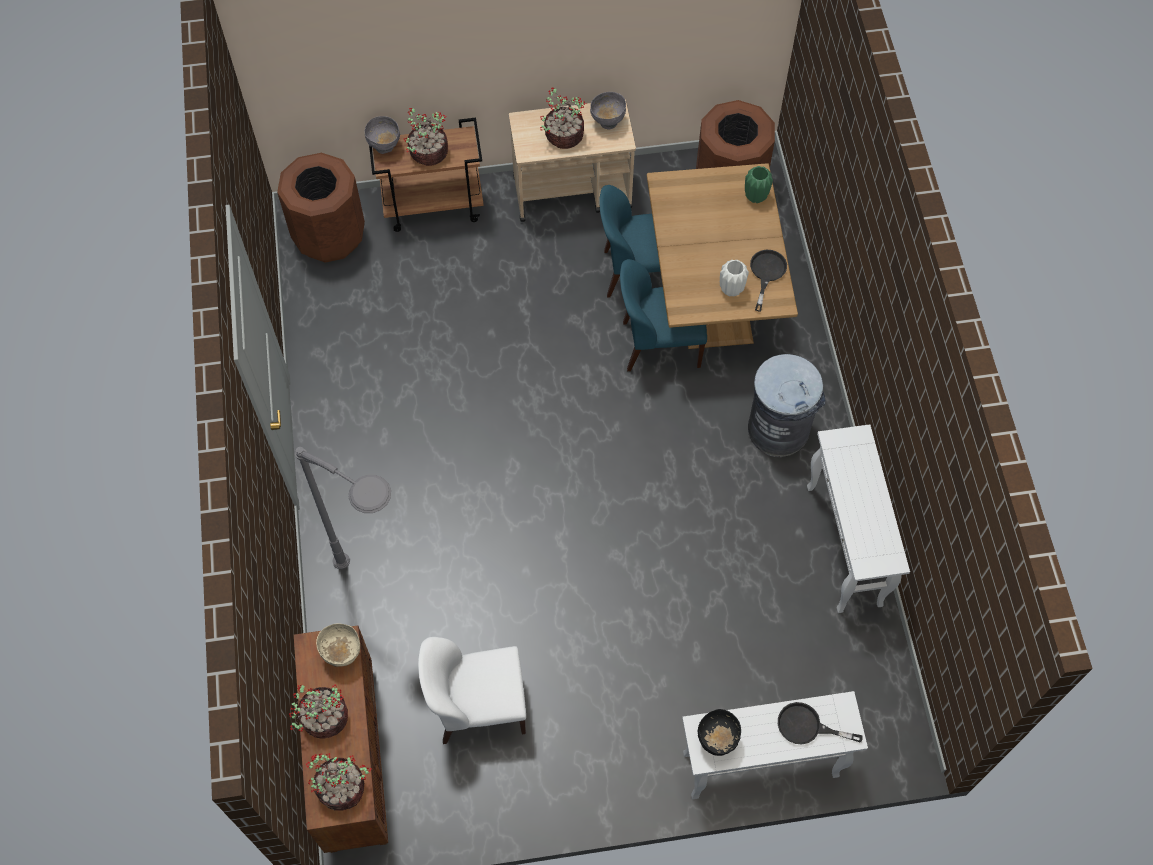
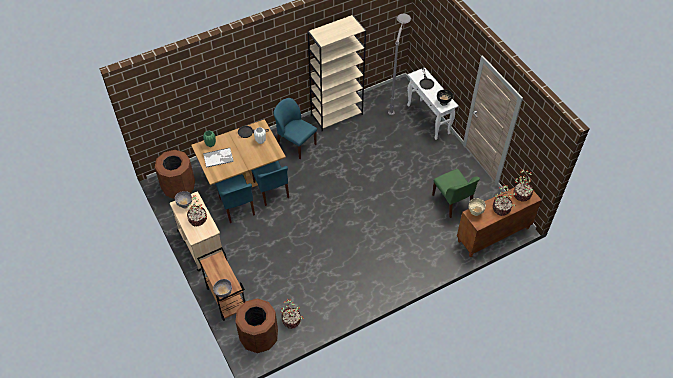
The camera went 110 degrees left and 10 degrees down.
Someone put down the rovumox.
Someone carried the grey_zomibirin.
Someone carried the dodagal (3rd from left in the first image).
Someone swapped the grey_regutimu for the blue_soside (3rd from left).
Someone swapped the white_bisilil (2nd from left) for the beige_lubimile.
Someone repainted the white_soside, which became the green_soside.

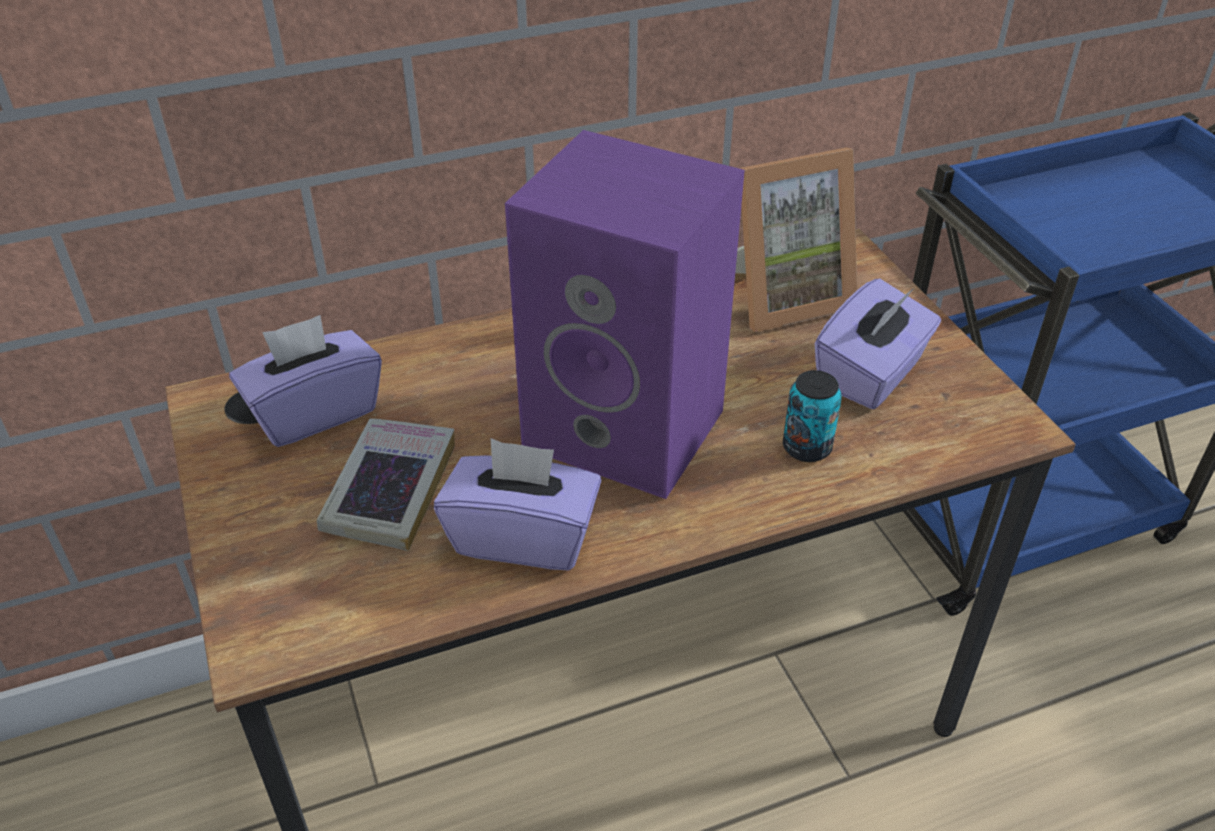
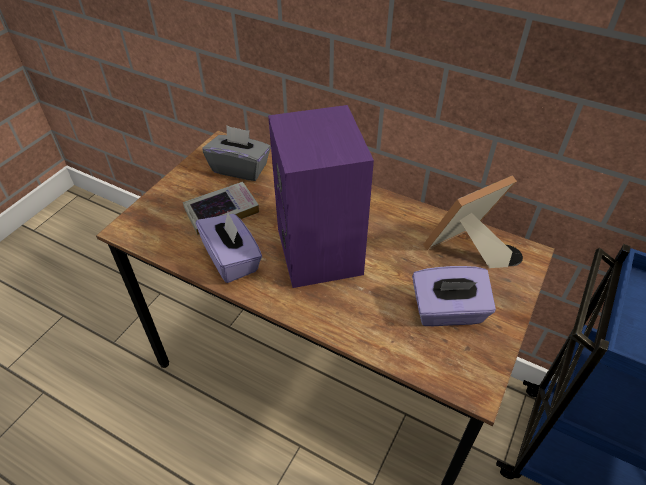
The camera went 50 degrees right and 5 degrees up.
Someone took away the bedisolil.
Someone repainted the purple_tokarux (1st from left), which became the grey_tokarux.
Someone rotated the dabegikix by 120 degrees clockwise.

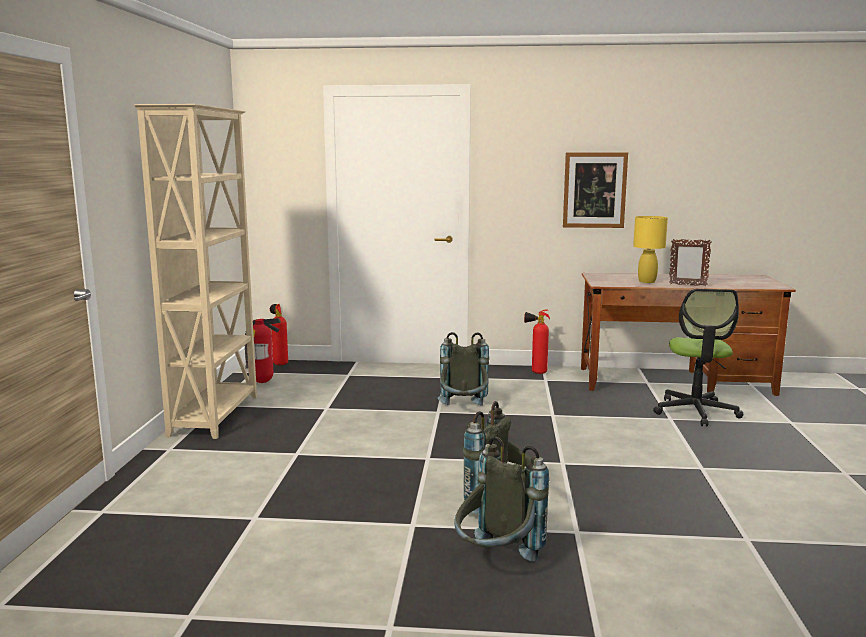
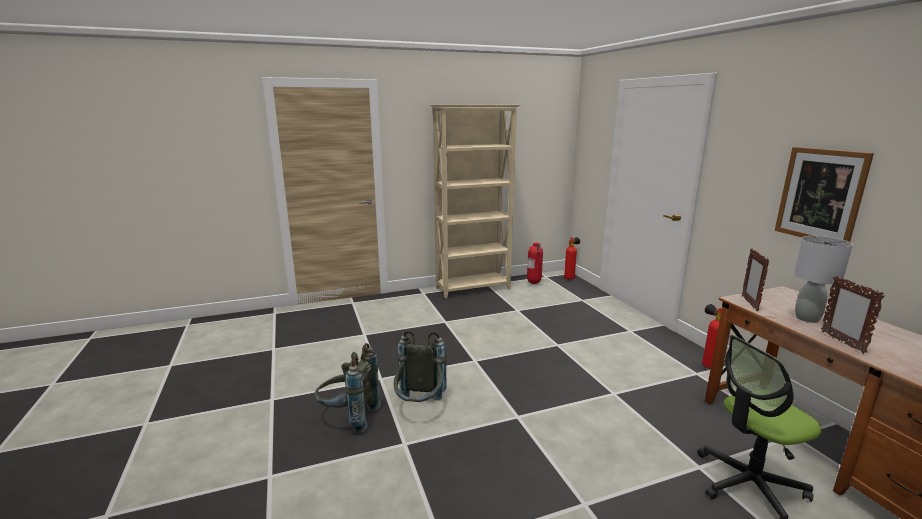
The camera went 65 degrees right and 5 degrees up.
Someone took away the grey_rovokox (1st from left).
Someone put down the dabegikix (1st from left).
Someone repainted the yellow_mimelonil, which became the grey_mimelonil.

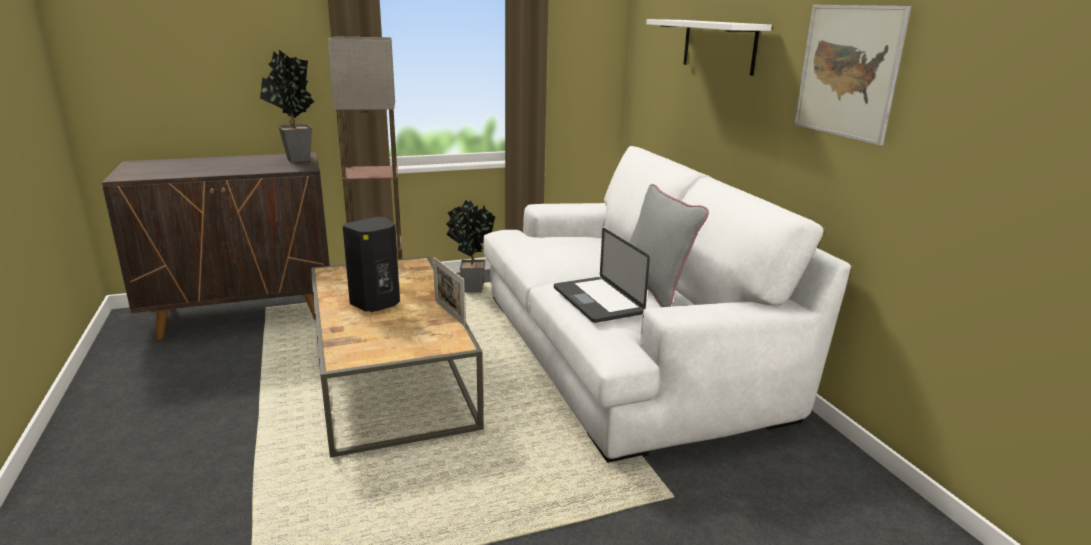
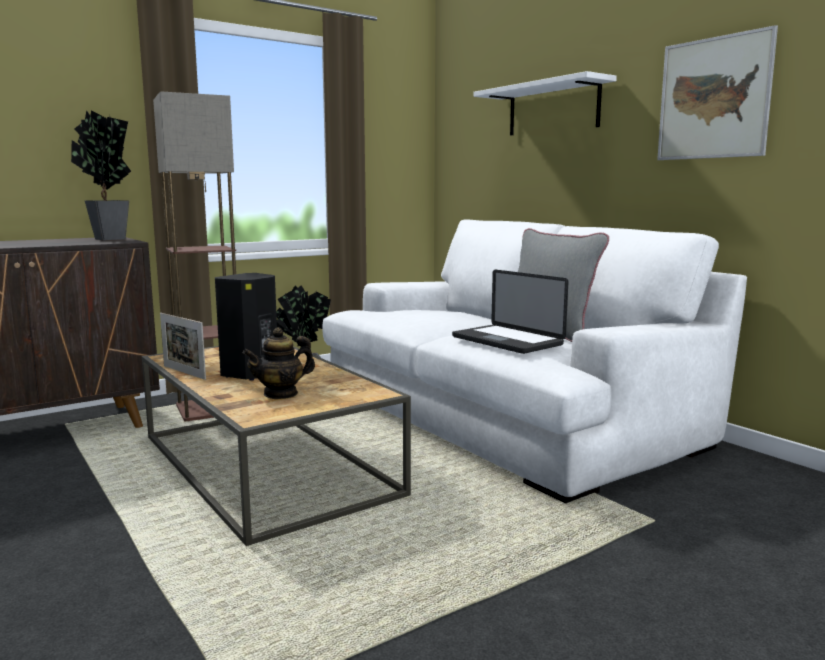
The camera went 15 degrees left and 10 degrees down.
Someone put down the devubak.
Someone carried the dabegikix.

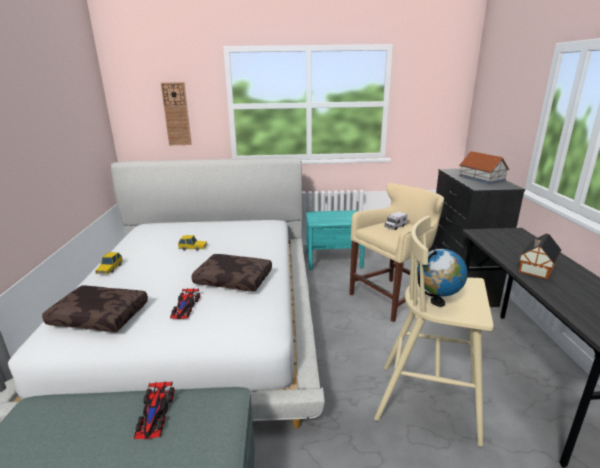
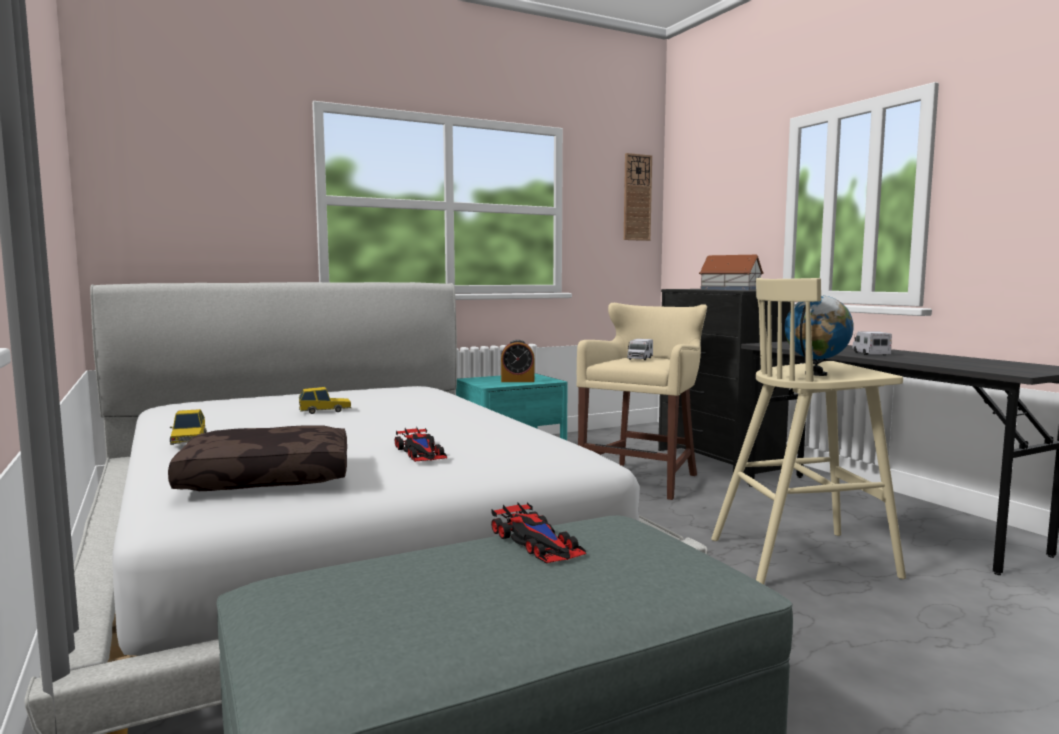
The camera went 25 degrees left and 15 degrees down.
Someone took away the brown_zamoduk (2nd from left).
Someone put down the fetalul.
Someone carried the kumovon.
Someone swapped the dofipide (2nd from left) for the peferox (2nd from left).

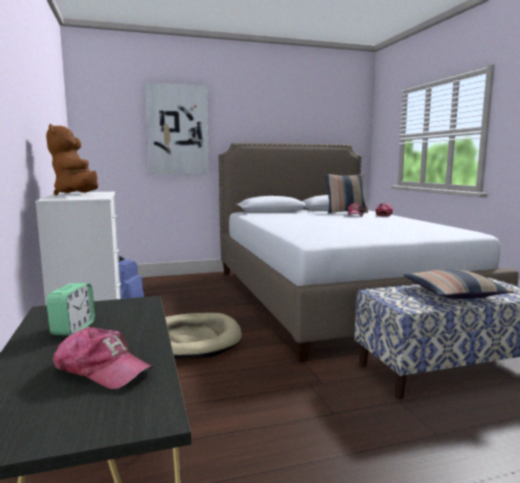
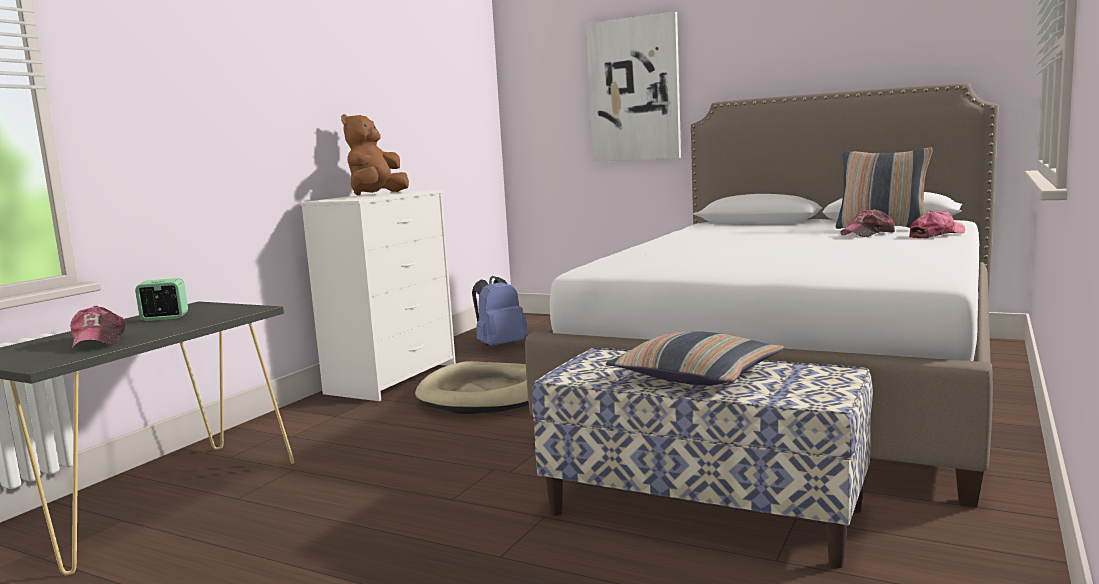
The camera went 45 degrees right and 0 degrees up.
Someone rotated the fetalul by 150 degrees counterclockwise.

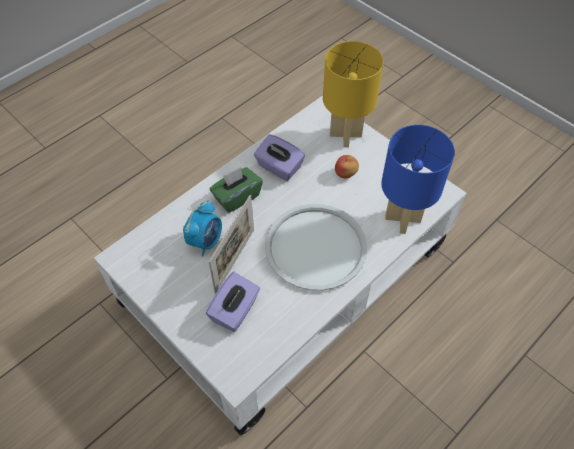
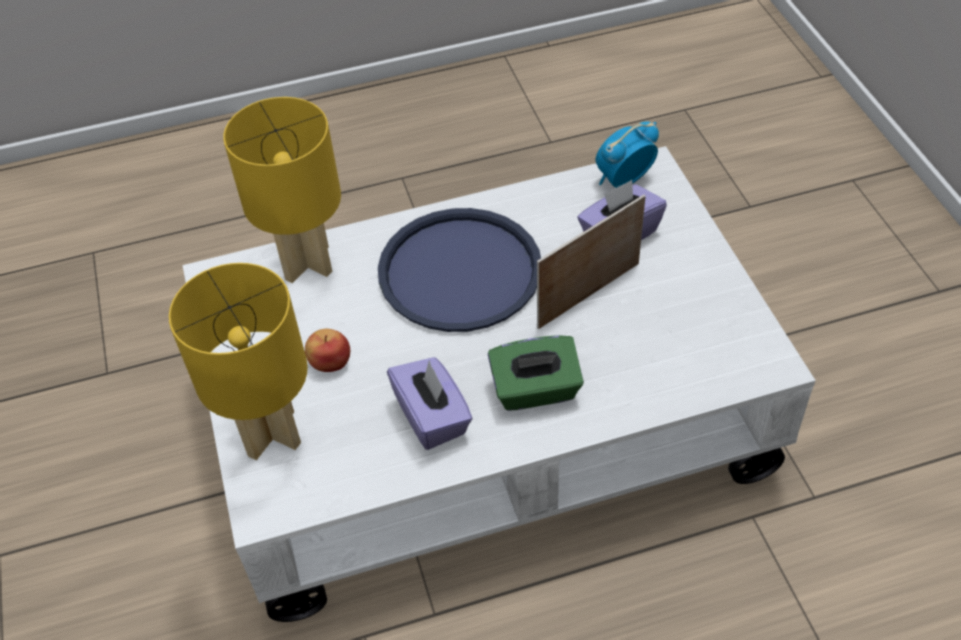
The camera went 150 degrees left and 5 degrees down.
Someone carried the fetalul.
Someone repainted the white_rovumox, which became the blue_rovumox.
Someone repainted the blue_mimelonil, which became the yellow_mimelonil (2nd from left).

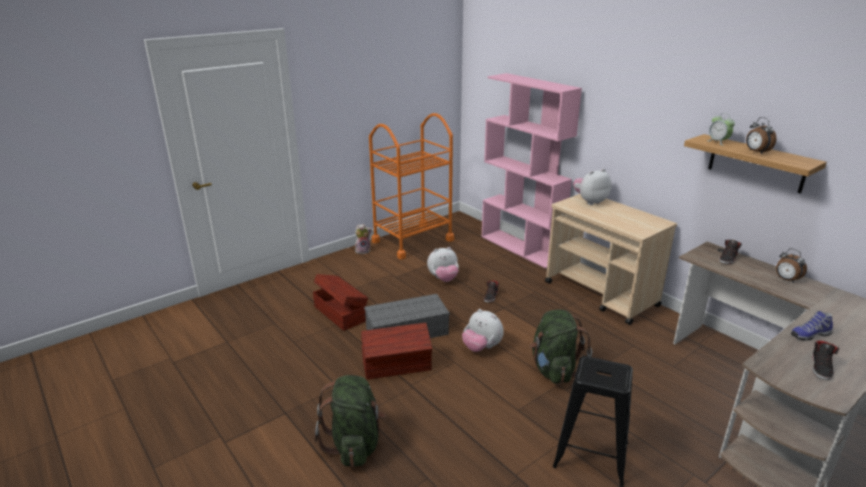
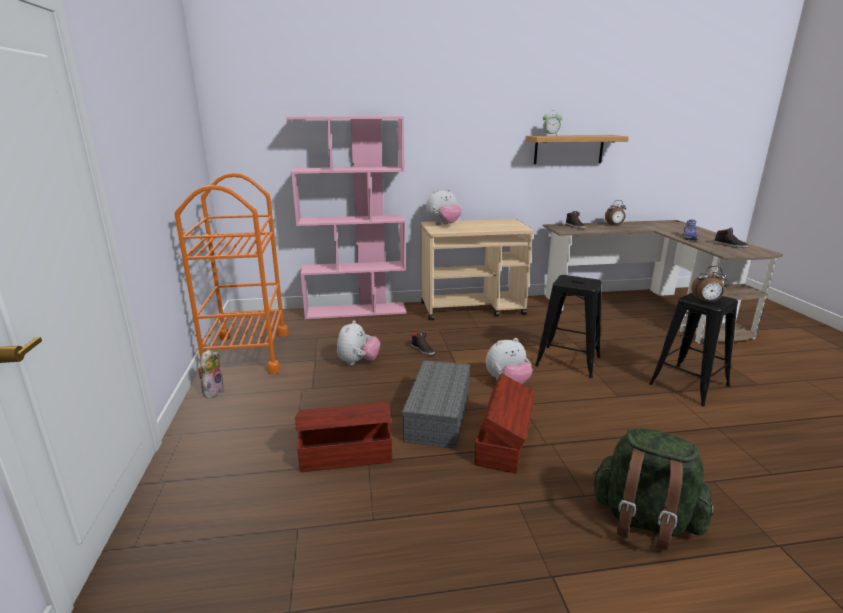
The camera went 60 degrees left and 5 degrees down.
Someone carried the fetalul (2nd from left in the first image).
Someone swapped the green_rovokox (2nd from left) for the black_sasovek (1st from left).
Someone rotated the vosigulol (4th from left in the first image) by 120 degrees counterclockwise.

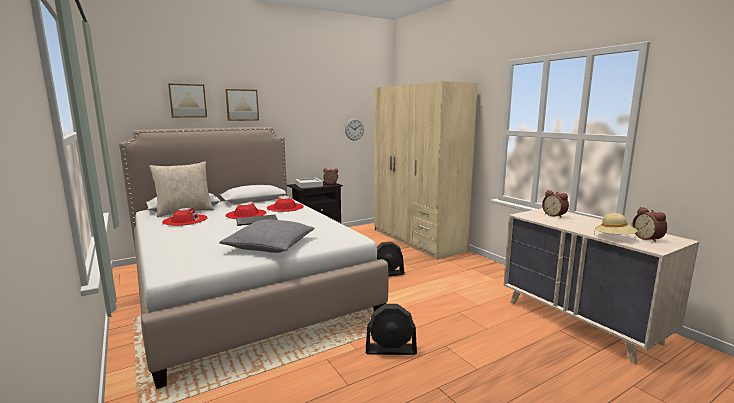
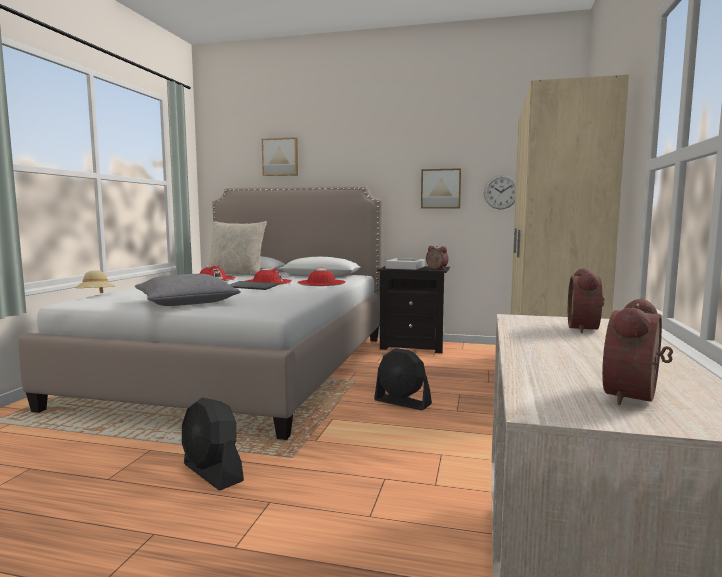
The camera went 45 degrees right and 5 degrees down.
Someone carried the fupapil (2nd from left).
Someone carried the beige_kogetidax.

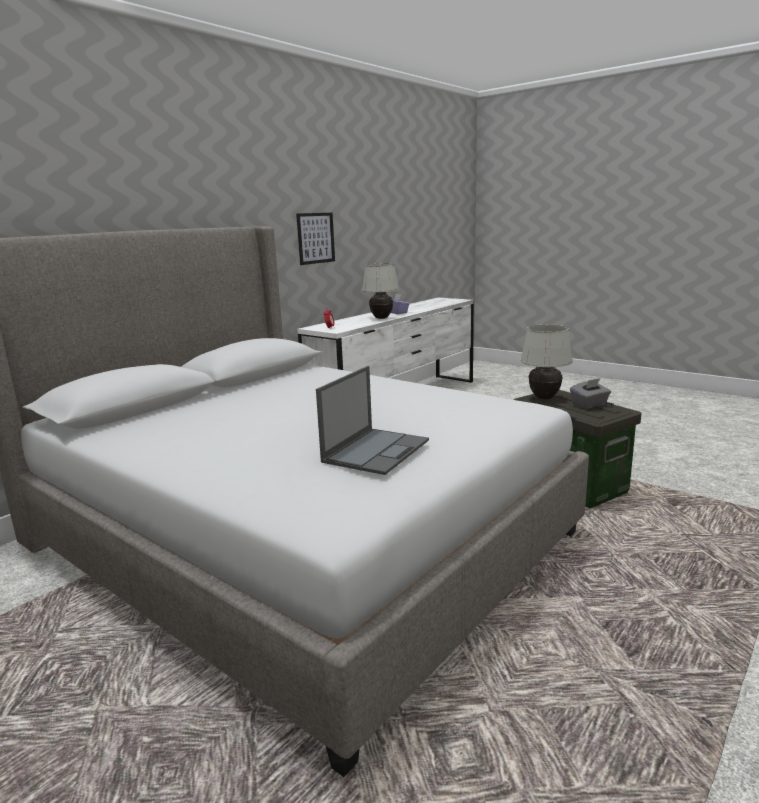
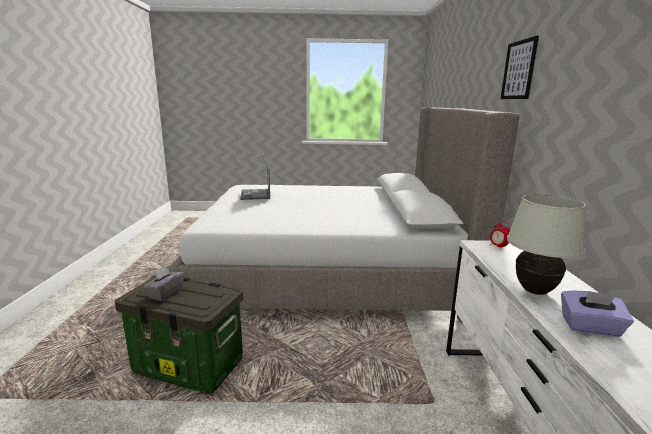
The camera went 140 degrees right and 0 degrees up.
Someone took away the white_mimelonil (2nd from left).
Someone carried the fupapil.

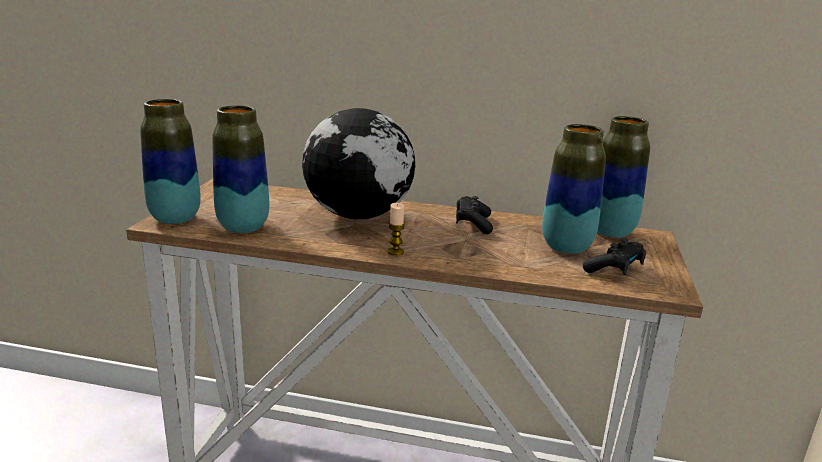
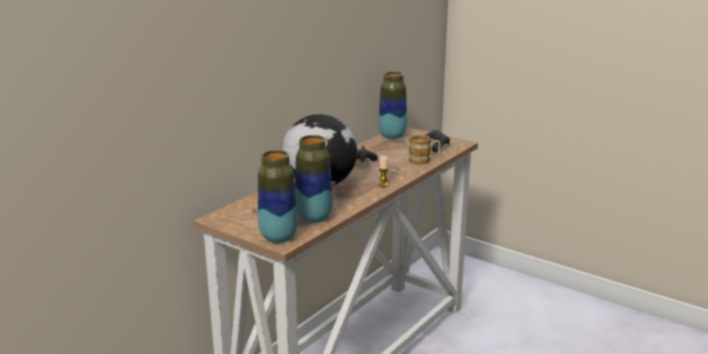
The camera went 65 degrees left and 0 degrees up.
Someone took away the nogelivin (3rd from left).
Someone put down the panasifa.

